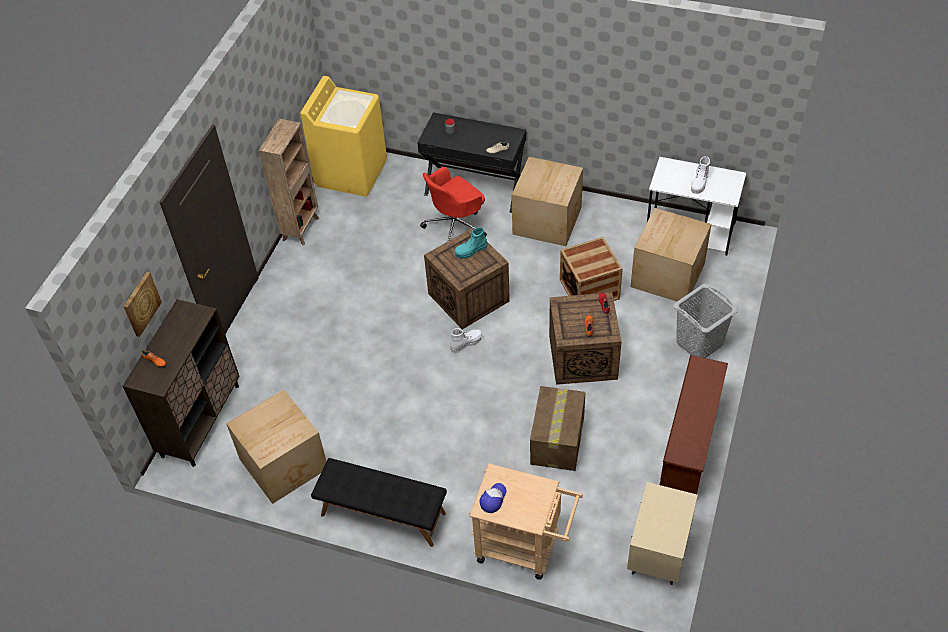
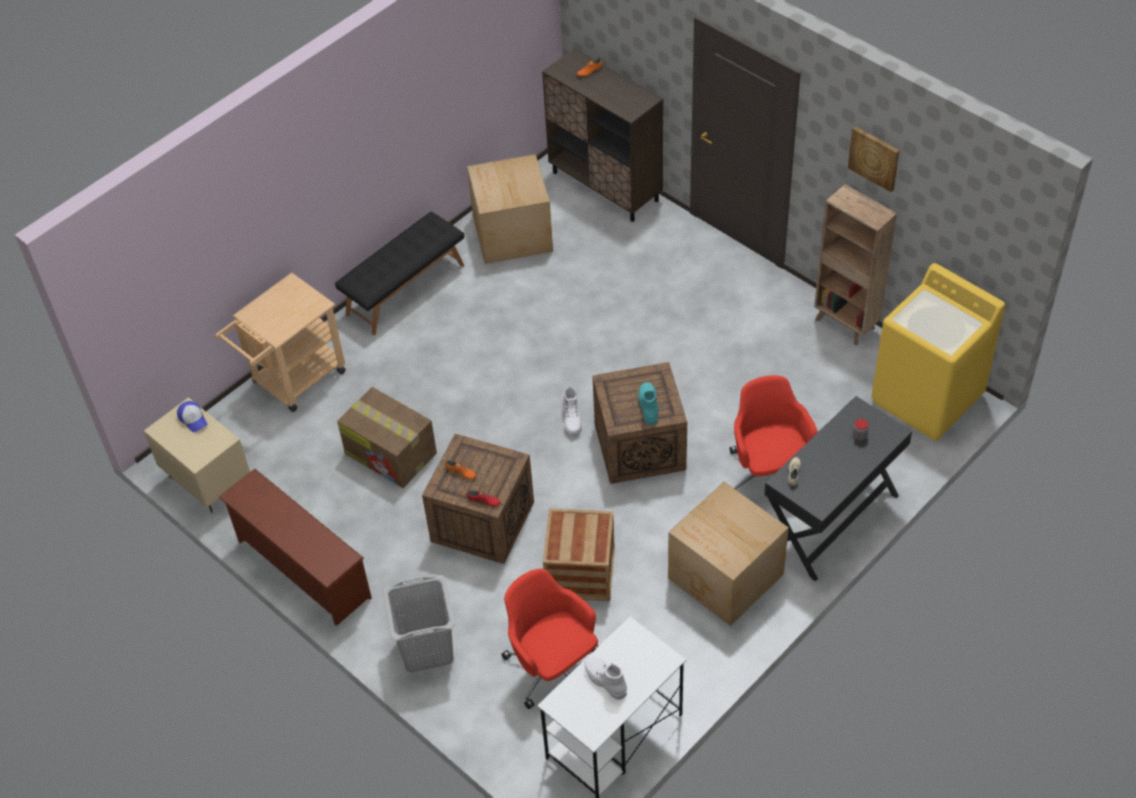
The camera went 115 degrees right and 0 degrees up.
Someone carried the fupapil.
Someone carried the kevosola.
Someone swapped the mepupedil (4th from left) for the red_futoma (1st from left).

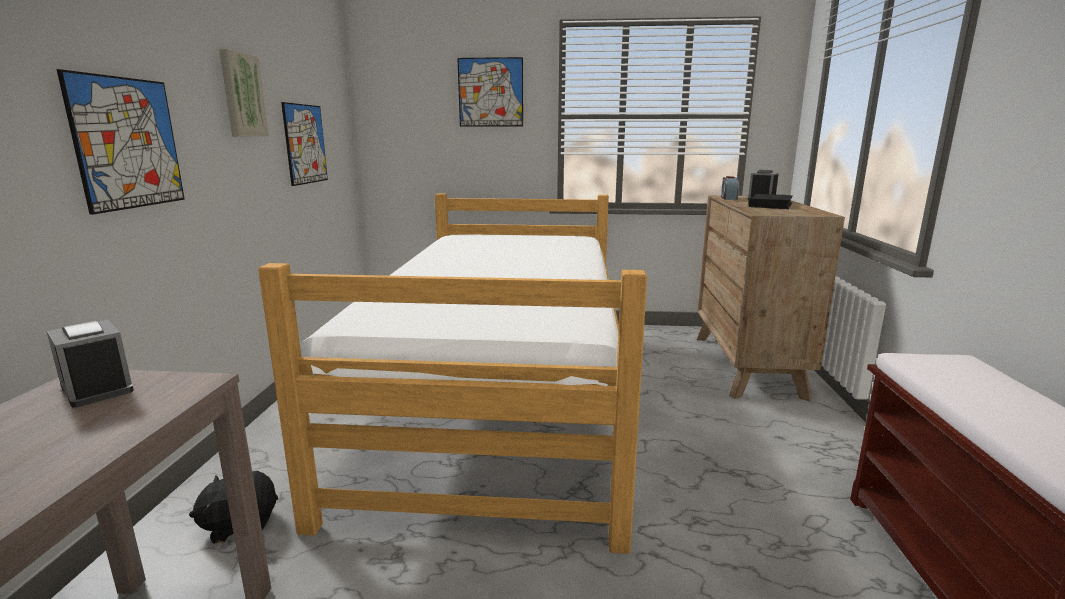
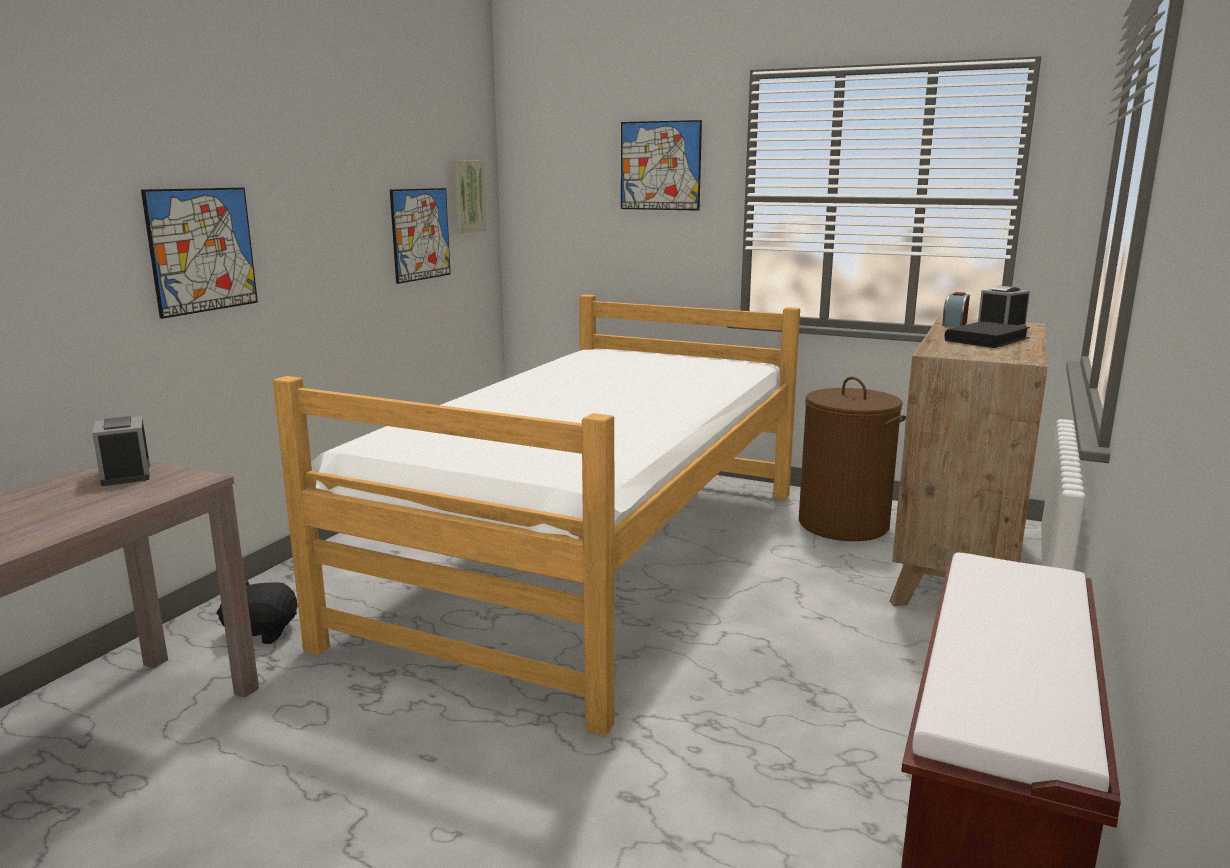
The camera went 20 degrees right and 0 degrees up.
Someone put down the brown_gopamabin.
Someone carried the fupapil (2nd from left in the first image).

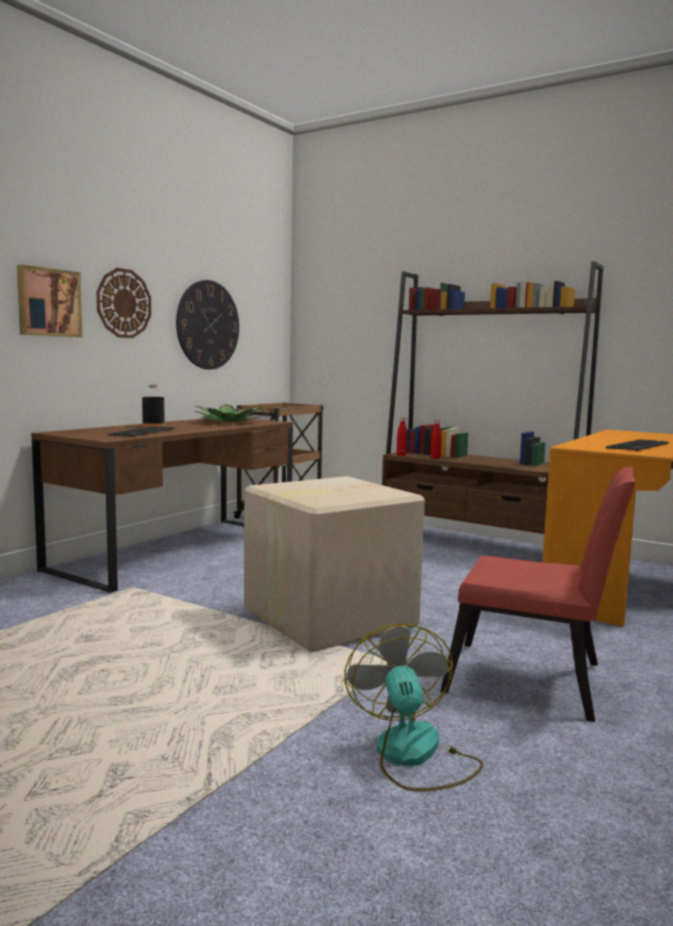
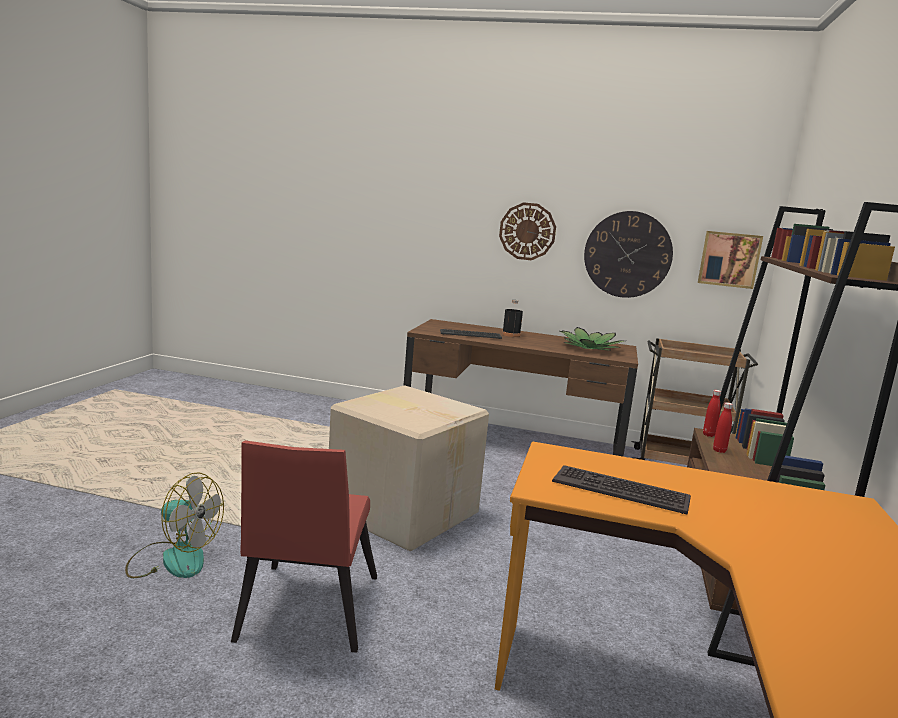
The camera went 70 degrees right and 5 degrees up.
Someone carried the fupapil.
Someone rotated the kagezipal by 45 degrees clockwise.

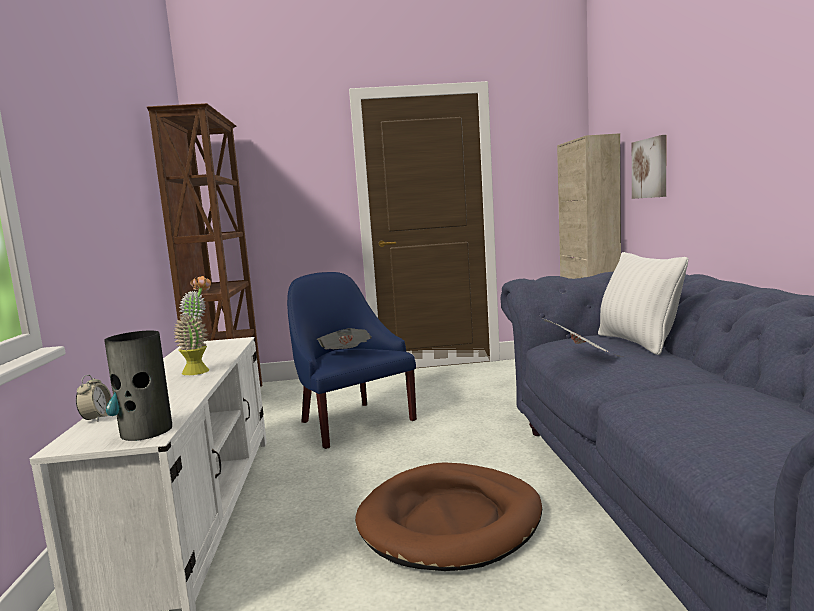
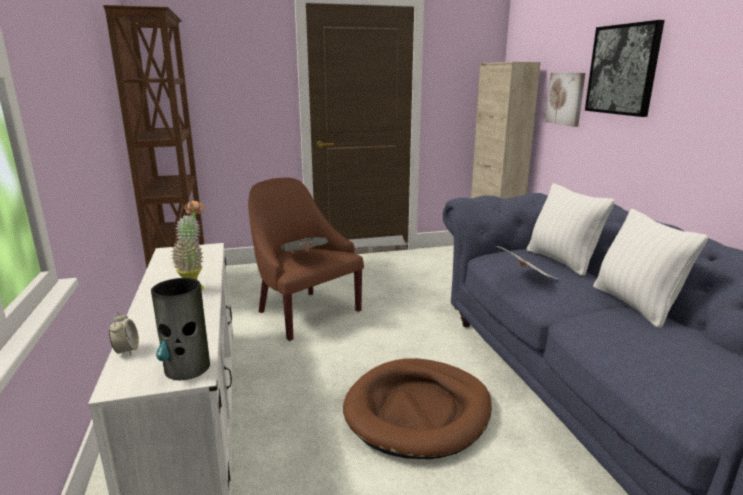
The camera went 10 degrees left and 10 degrees up.
Someone put up the fupapil (2nd from left).
Someone put down the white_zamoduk (2nd from left).
Someone repainted the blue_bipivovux, which became the brown_bipivovux.

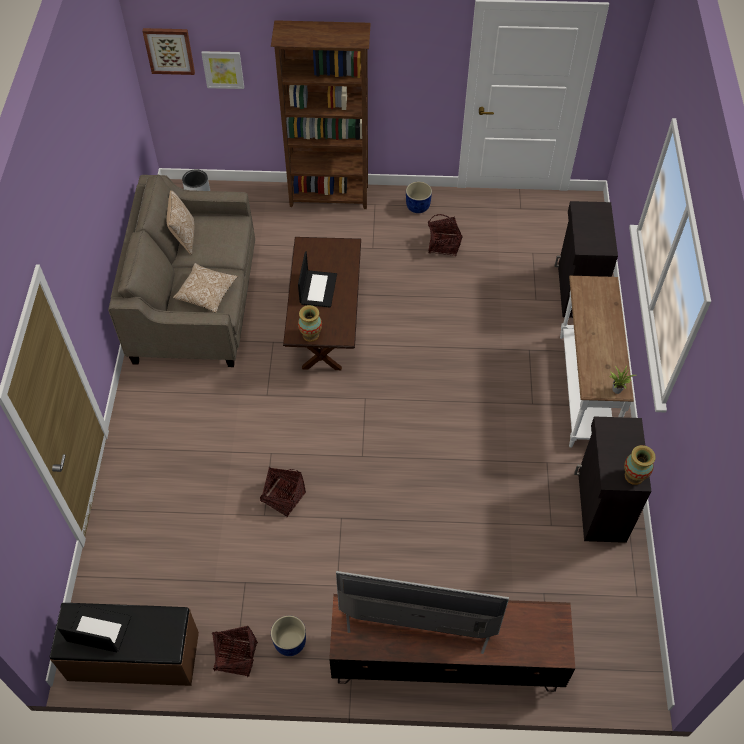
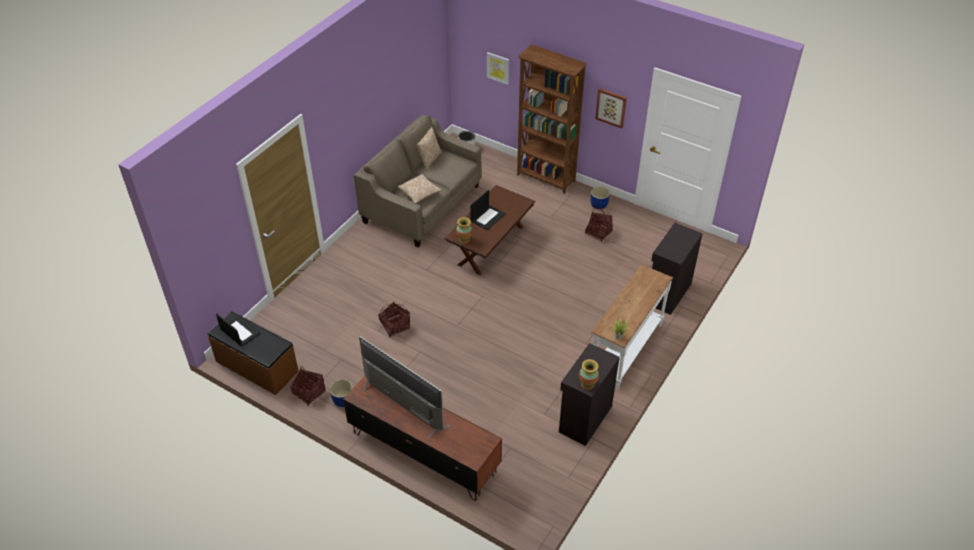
The camera went 30 degrees right and 10 degrees down.
Someone carried the fupapil (1st from left in the first image).

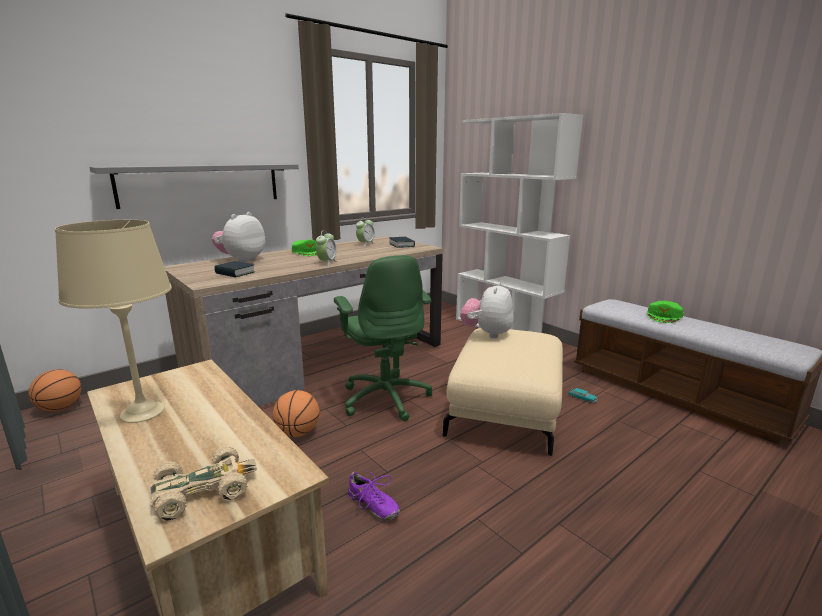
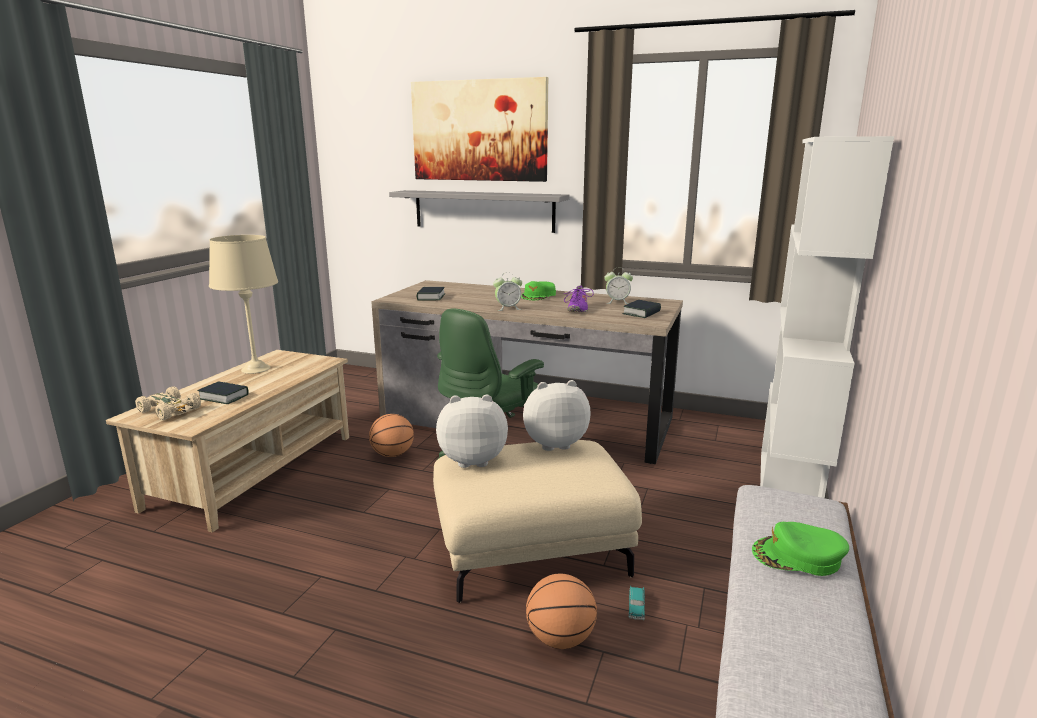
The camera went 60 degrees right and 0 degrees up.
Someone put down the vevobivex (1st from left).
Someone put up the fupapil.
Someone carried the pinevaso (1st from left in the first image).
Someone carried the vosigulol (1st from left).
Someone carried the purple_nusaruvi.

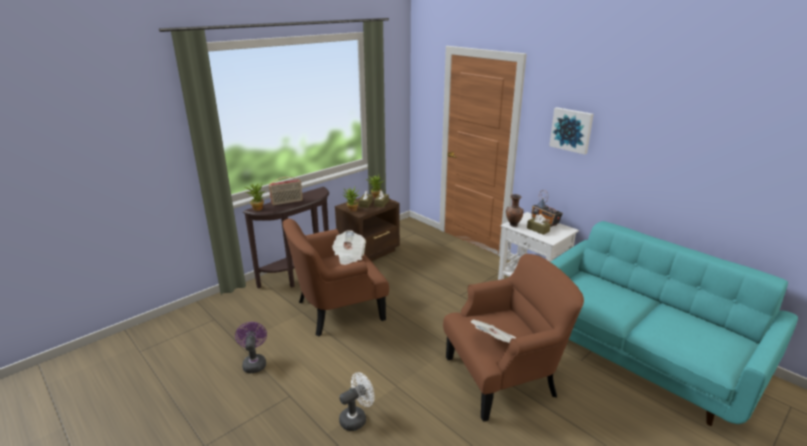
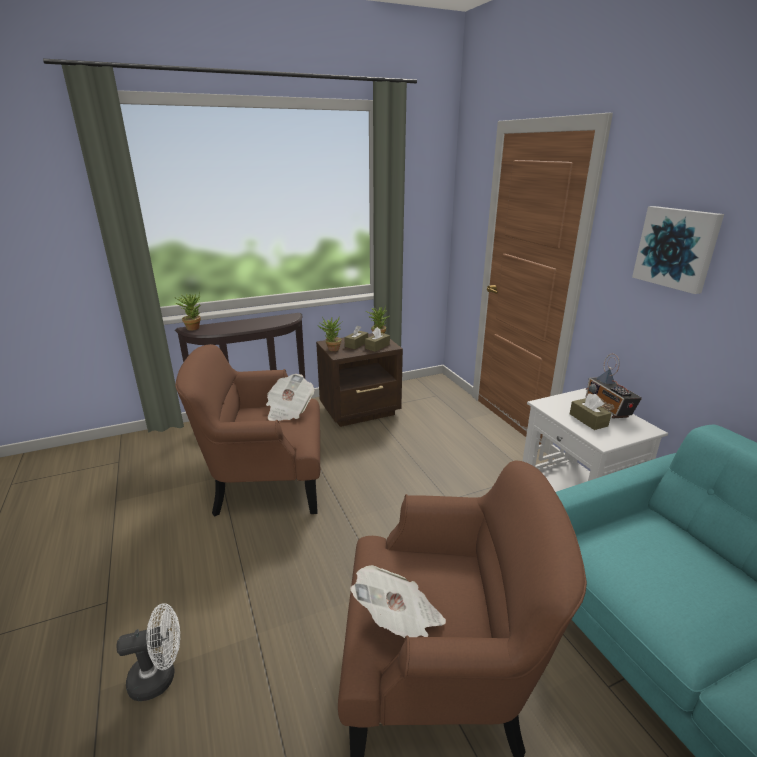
The camera went 20 degrees right and 0 degrees up.
Someone took away the purple_kagezipal.
Someone took away the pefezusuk (1st from left).
Someone took away the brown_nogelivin.

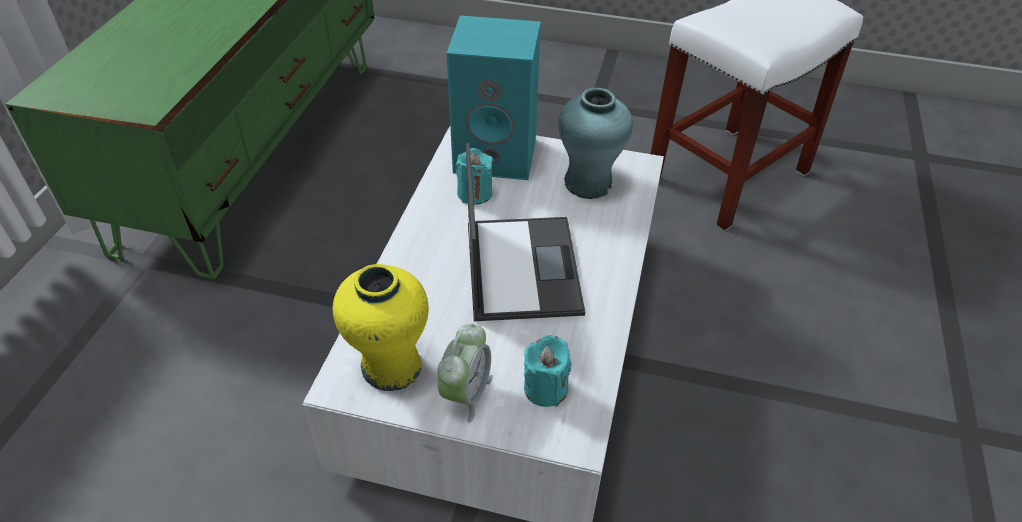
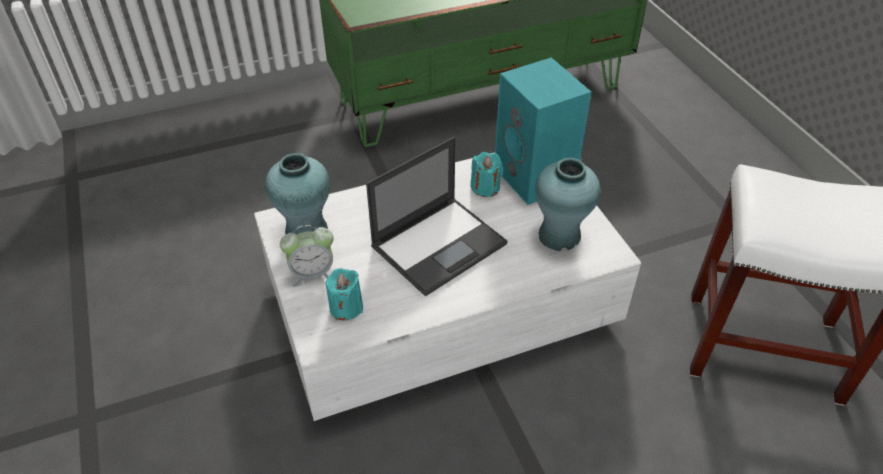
The camera went 55 degrees right and 0 degrees up.
Someone repainted the yellow_nogelivin, which became the turquoise_nogelivin (1st from left).

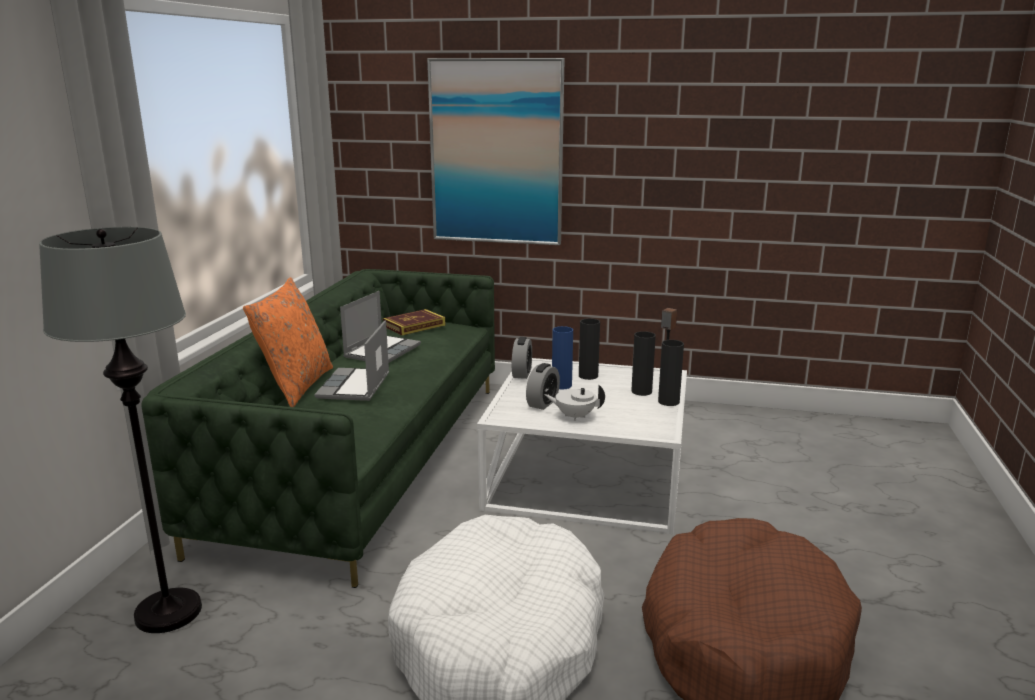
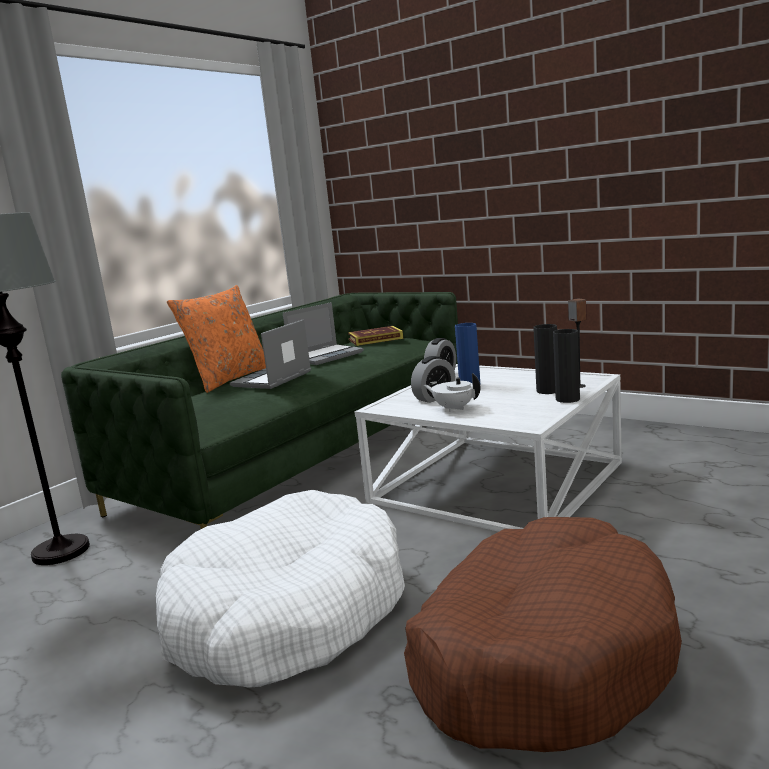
The camera went 25 degrees right and 5 degrees down.
Someone took away the fupapil.
Someone took away the black_nogelivin (1st from left).

